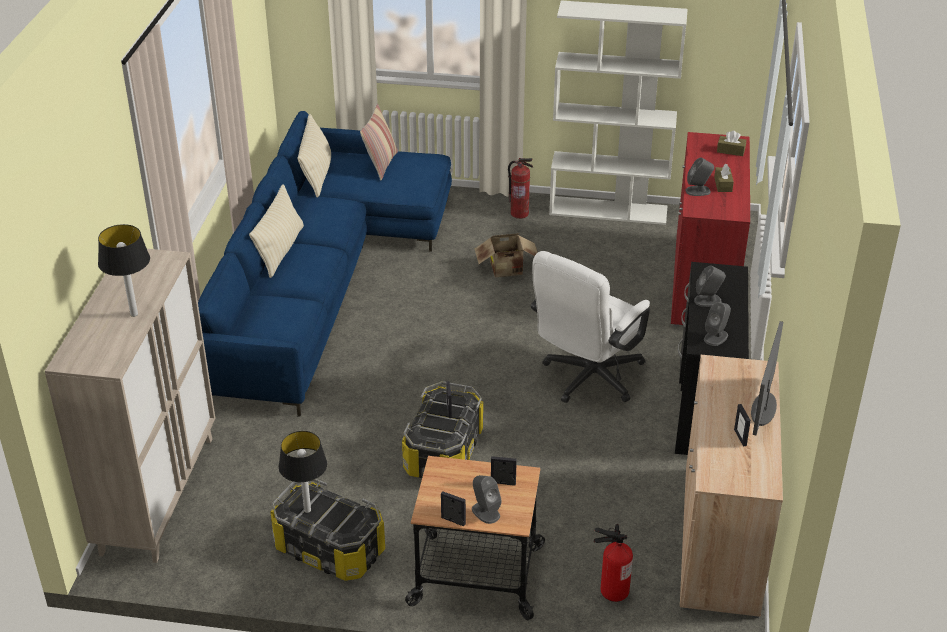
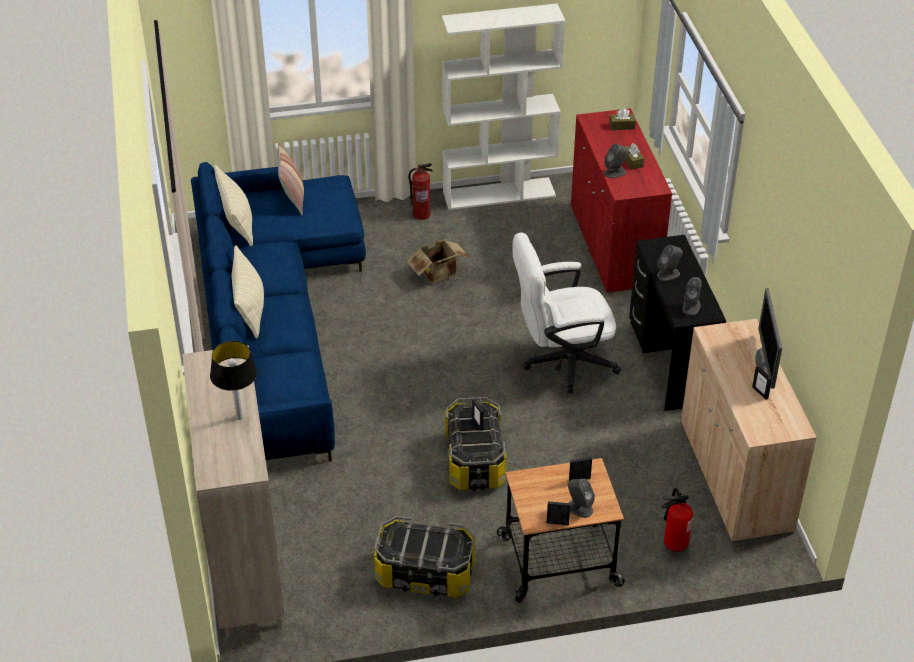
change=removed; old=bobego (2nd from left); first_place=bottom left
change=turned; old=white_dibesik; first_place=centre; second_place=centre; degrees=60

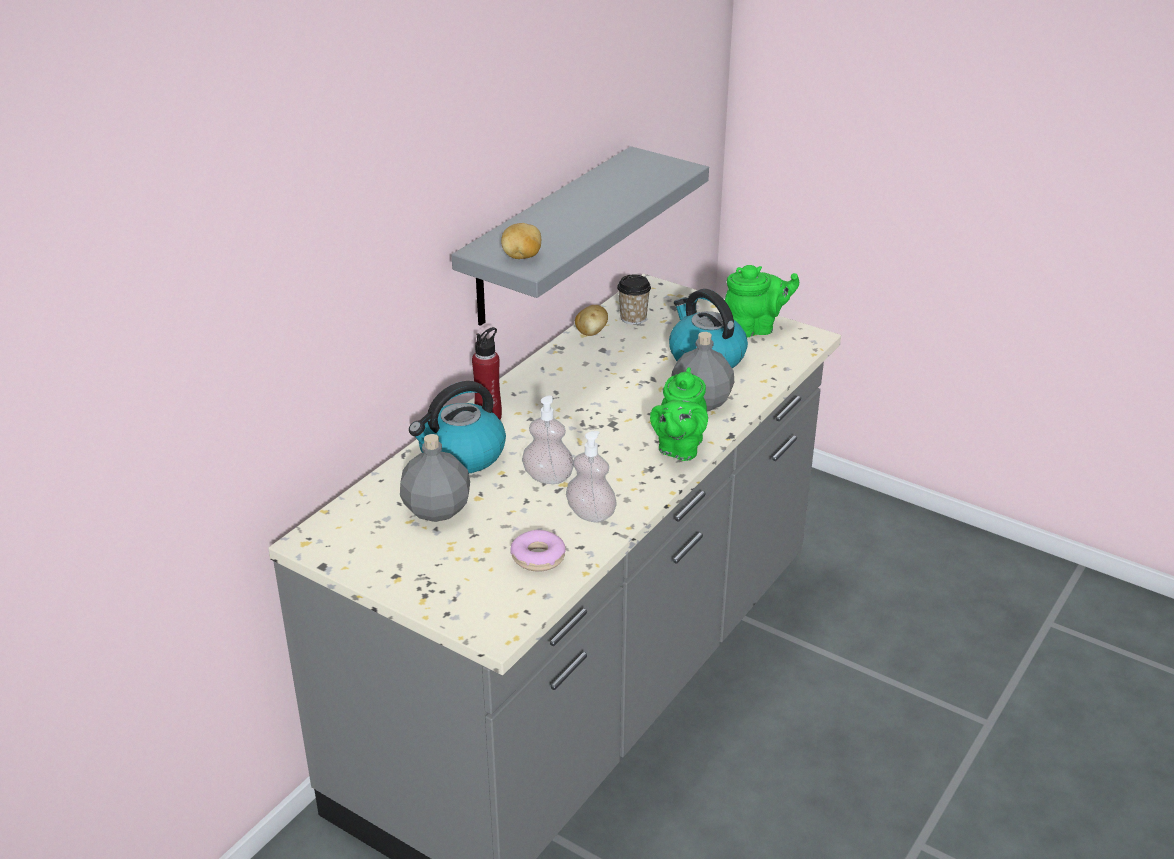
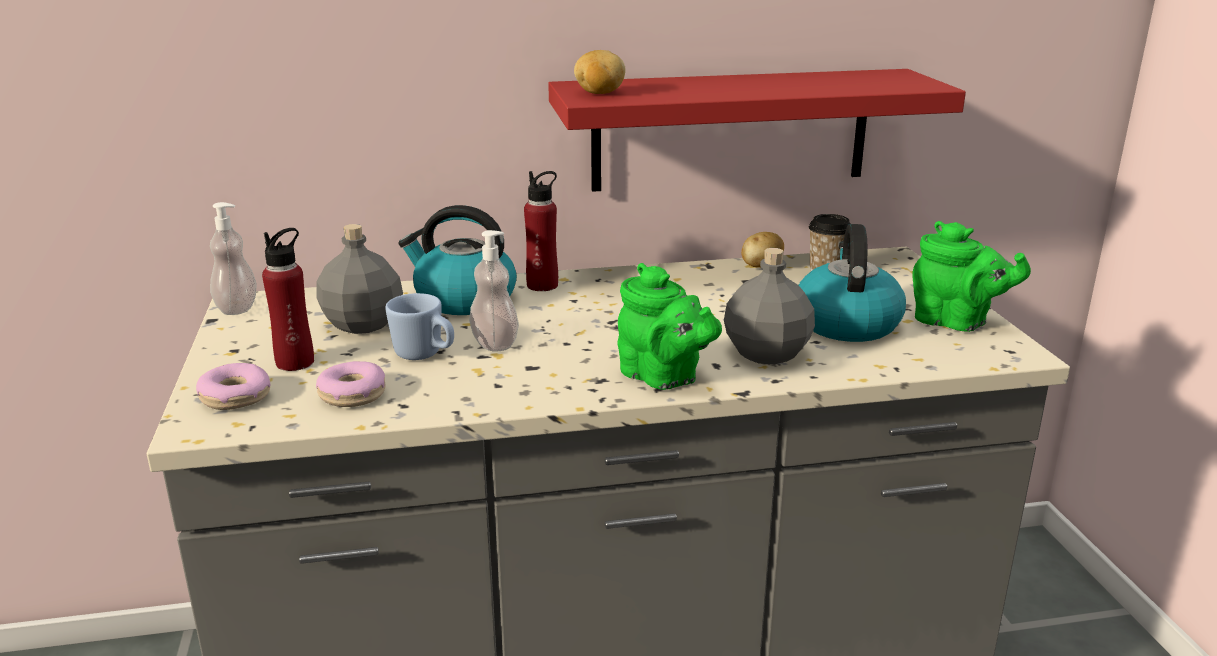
change=added; new=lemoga (1st from left); second_place=middle left
change=added; new=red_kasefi (1st from left); second_place=middle left
change=added; new=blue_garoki; second_place=centre
change=moved; old=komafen (2nd from left in the first image); new=komafen (1st from left); first_place=centre; second_place=middle left
change=recoloured; old=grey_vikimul; new=red_vikimul; first_place=top centre; second_place=top centre
change=turned; old=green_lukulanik (1st from left); first_place=centre; second_place=centre; degrees=-105

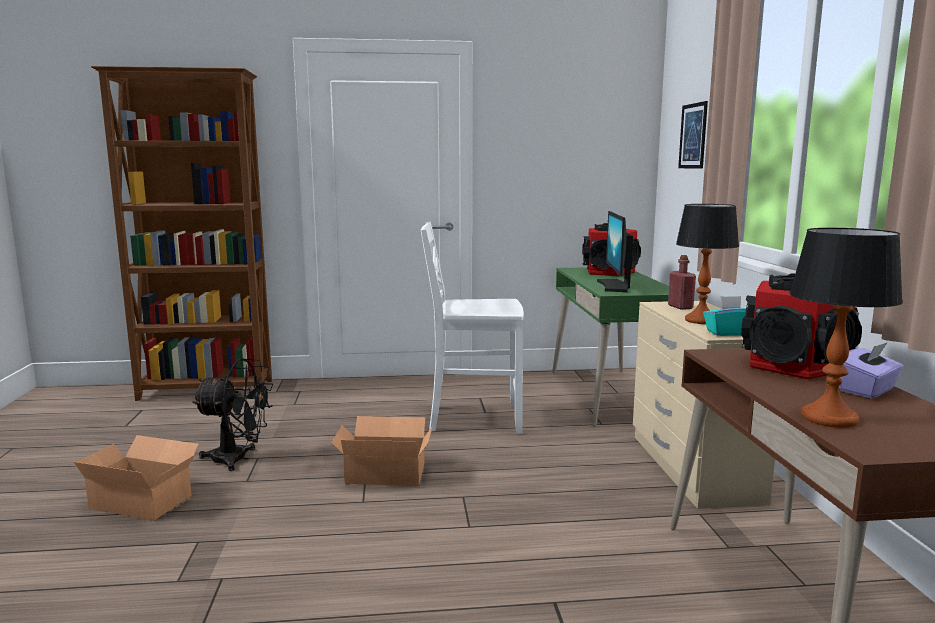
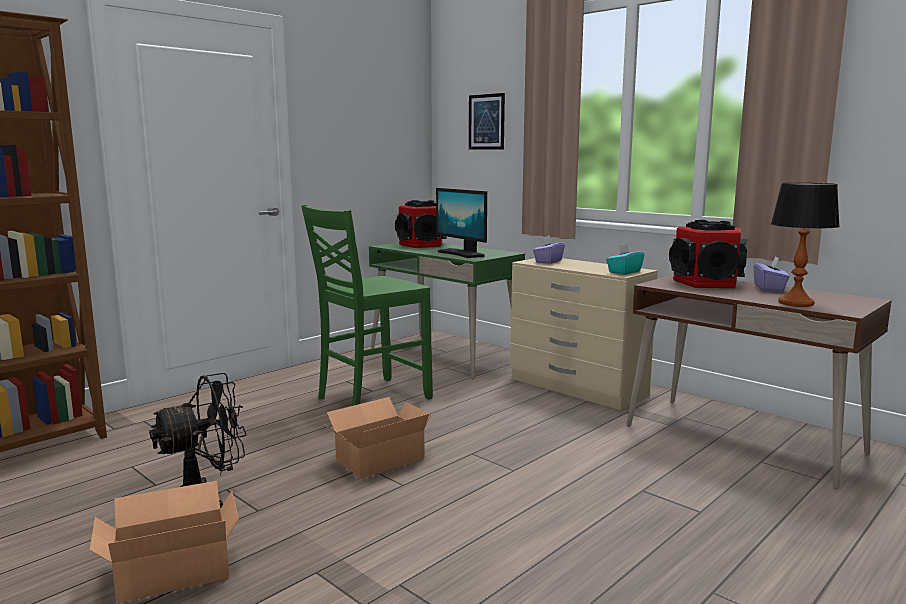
change=removed; old=bobego (1st from left); first_place=middle right
change=replaced; old=red_kasefi; new=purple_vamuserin (1st from left); first_place=middle right; second_place=centre
change=recoloured; old=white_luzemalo; new=green_luzemalo; first_place=centre; second_place=centre

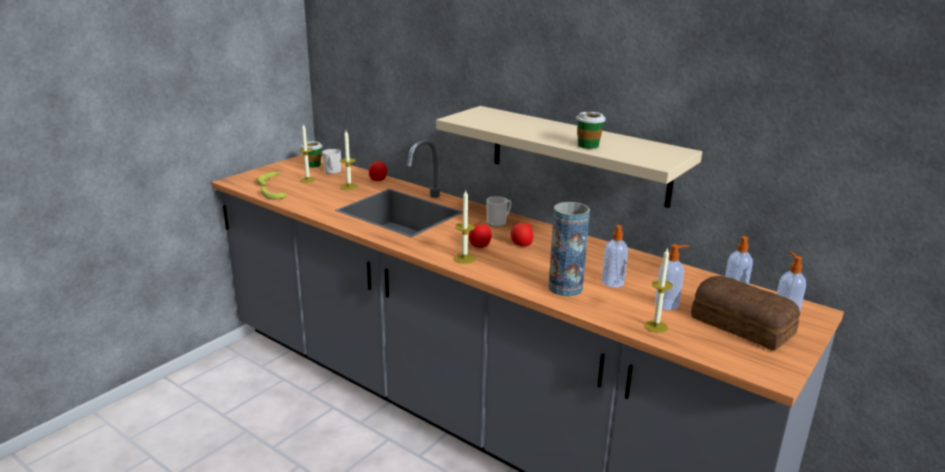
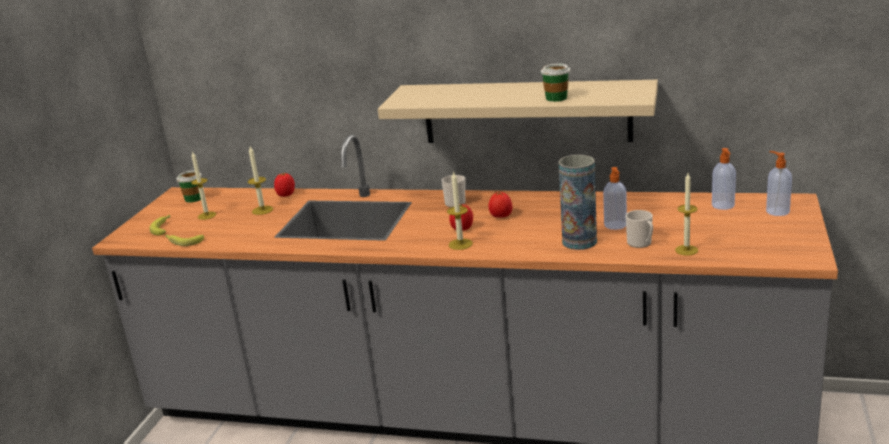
change=removed; old=komafen (2nd from left); first_place=middle right
change=removed; old=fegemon; first_place=middle right
change=moved; old=garoki (1st from left in the first image); new=garoki (2nd from left); first_place=centre; second_place=middle right

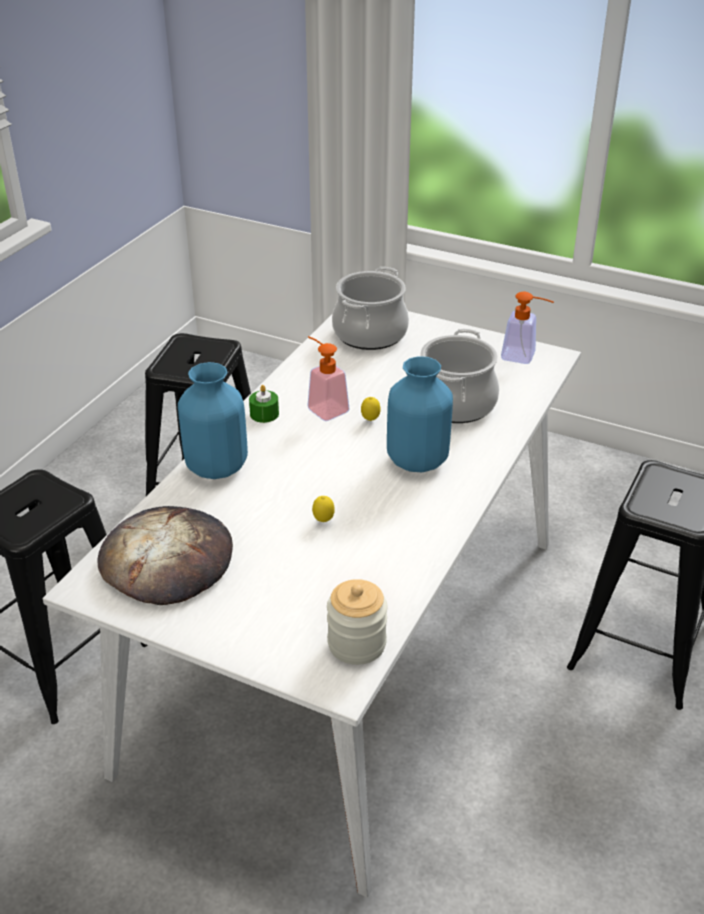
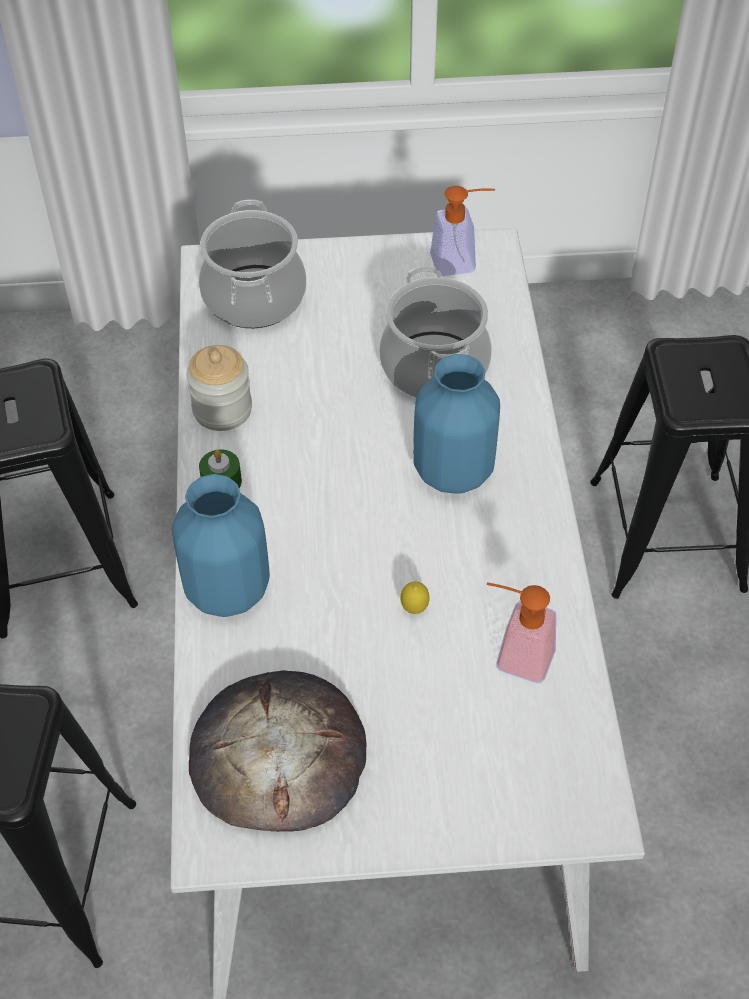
change=removed; old=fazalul (2nd from left); first_place=centre
change=moved; old=komafen (1st from left in the first image); new=komafen (2nd from left); first_place=centre; second_place=middle right
change=moved; old=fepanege; first_place=bottom centre; second_place=middle left

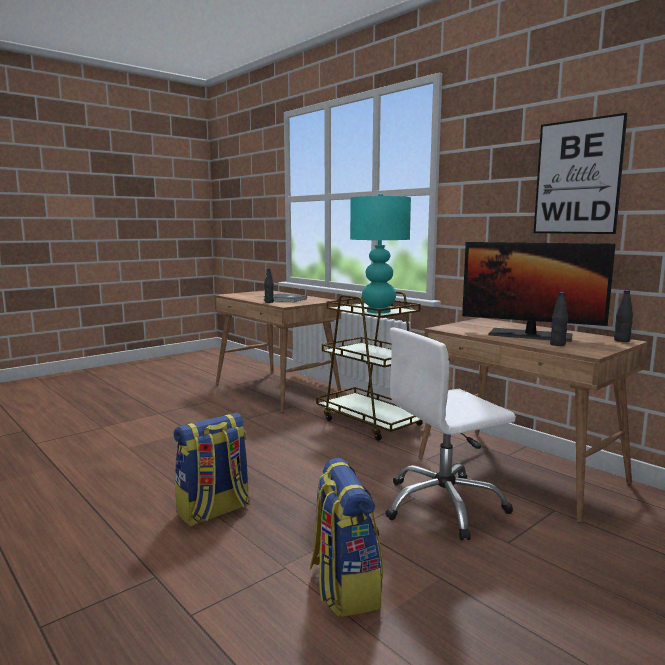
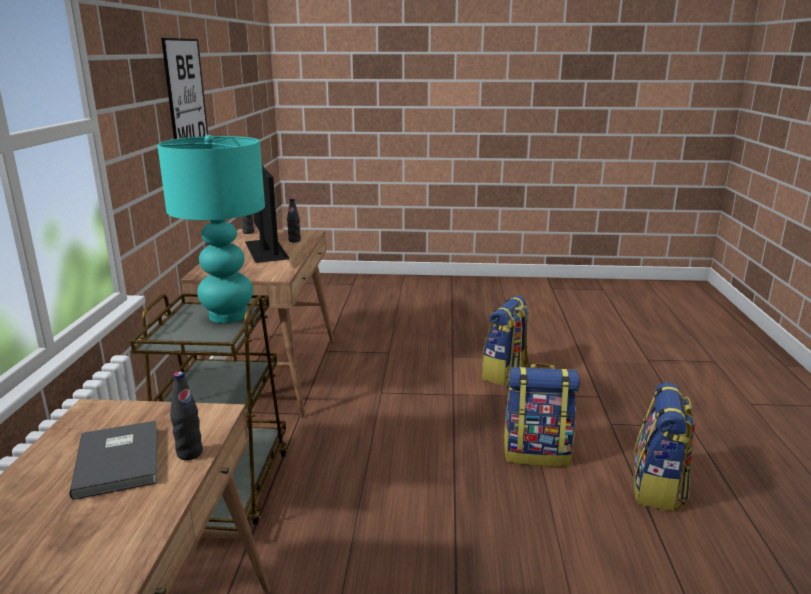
change=removed; old=white_dibesik; first_place=middle right
change=added; new=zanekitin (3rd from left); second_place=bottom right

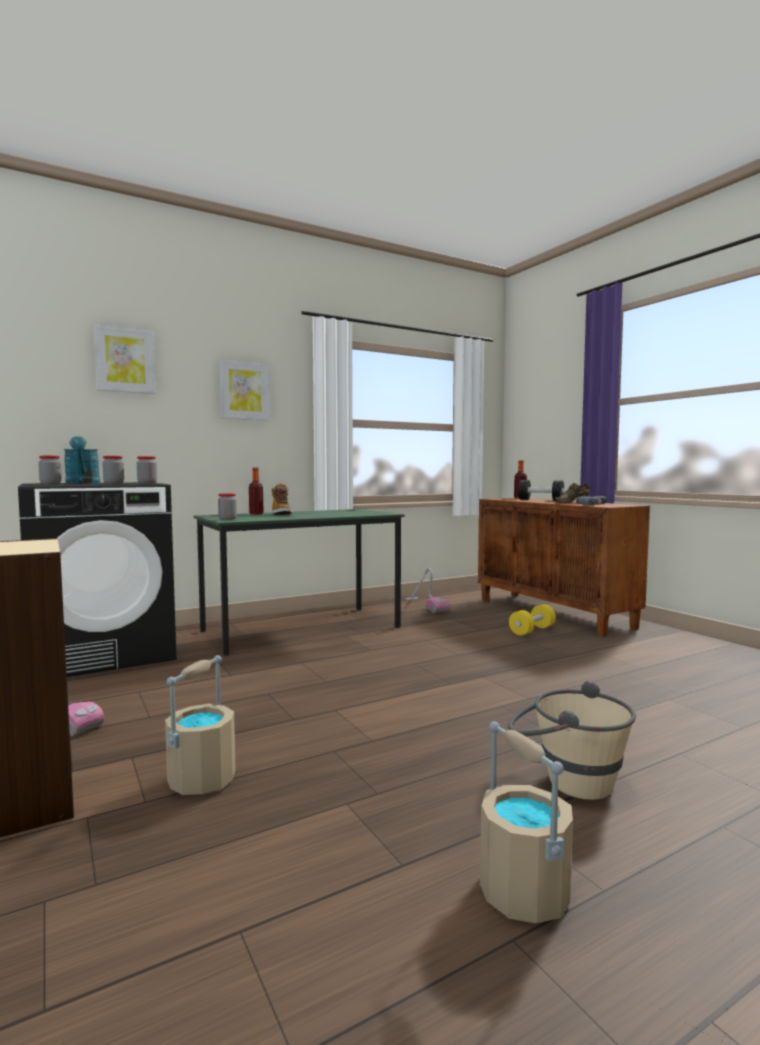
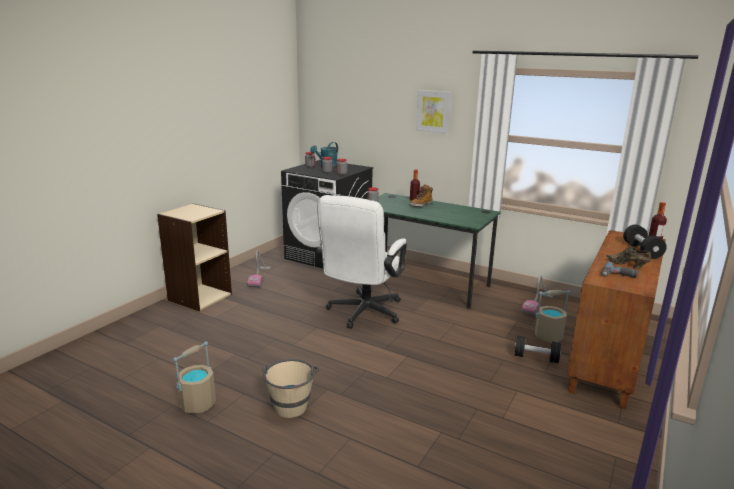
change=removed; old=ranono (1st from left); first_place=middle left
change=added; new=white_dibesik; second_place=centre
change=moved; old=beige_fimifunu (1st from left in the first image); new=beige_fimifunu (3rd from left); first_place=bottom left; second_place=middle right
change=recoloured; old=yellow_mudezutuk; new=black_mudezutuk (1st from left); first_place=middle right; second_place=bottom right

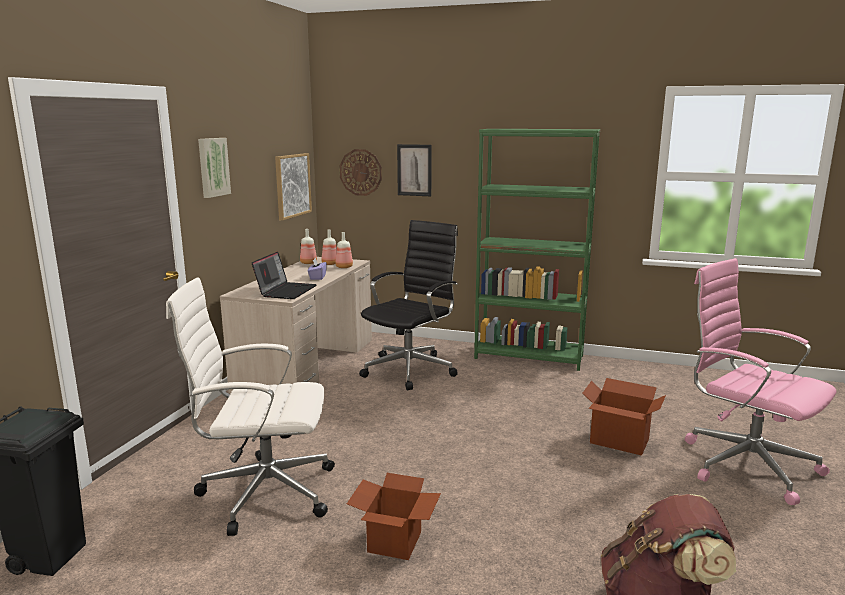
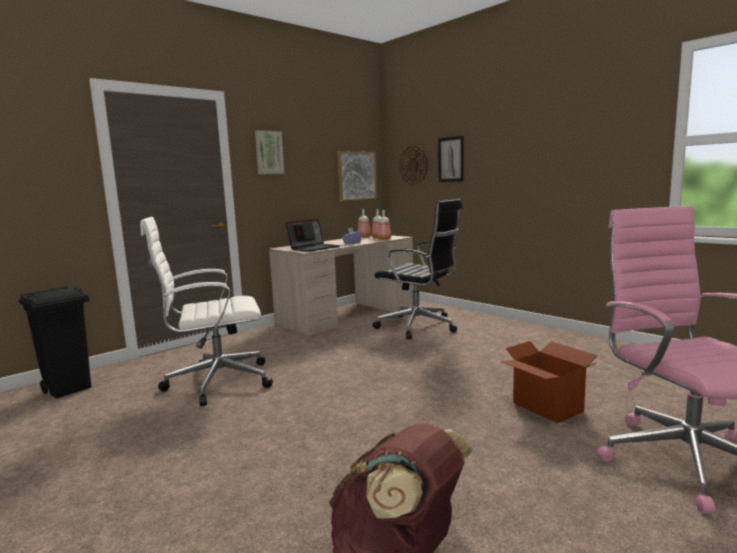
change=removed; old=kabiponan (1st from left); first_place=bottom centre
change=removed; old=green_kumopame; first_place=centre
change=turned; old=white_dibesik; first_place=bottom left; second_place=middle left; degrees=-45
change=turned; old=black_dibesik; first_place=centre; second_place=centre; degrees=60

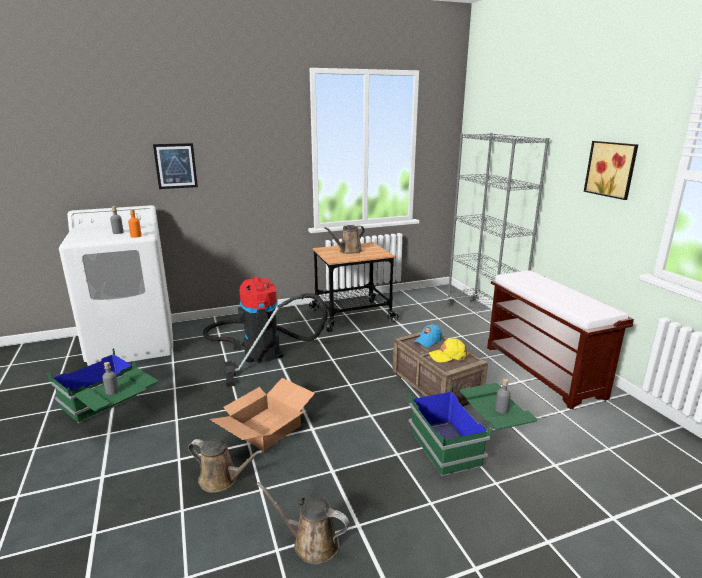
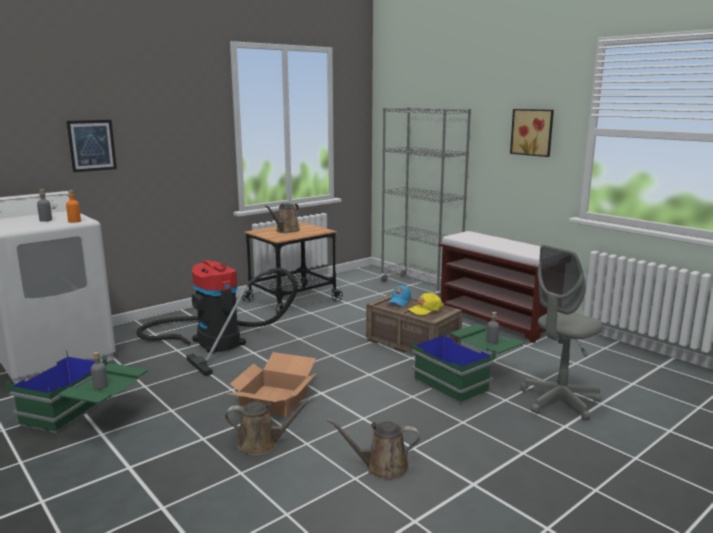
change=added; new=grey_dibesik; second_place=middle right

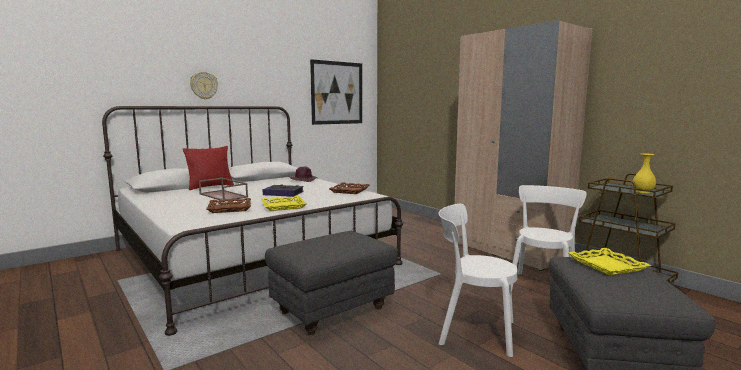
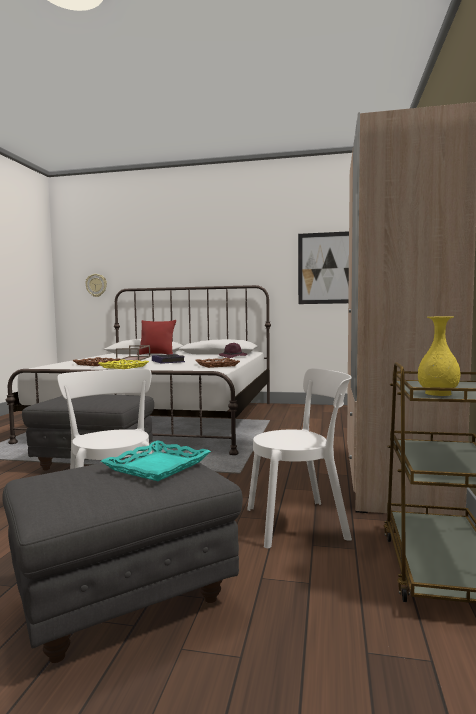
change=moved; old=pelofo; first_place=top left; second_place=middle left
change=recoloured; old=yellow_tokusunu (2nd from left); new=turquoise_tokusunu; first_place=bottom right; second_place=middle left

